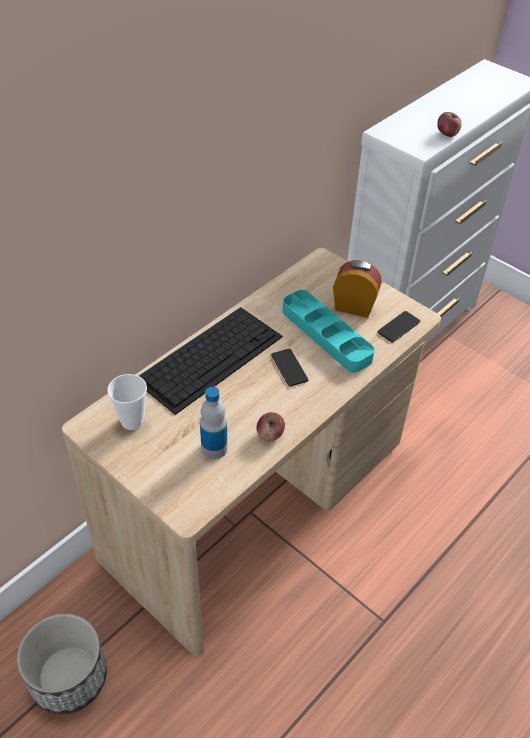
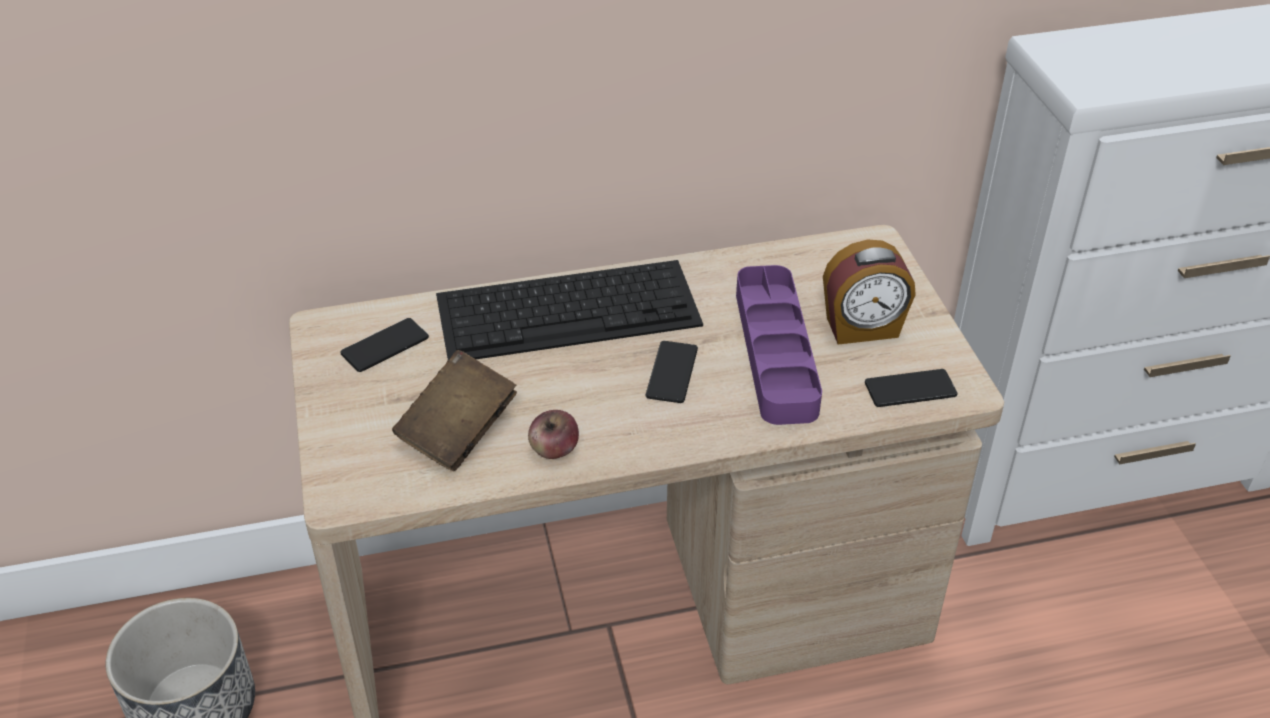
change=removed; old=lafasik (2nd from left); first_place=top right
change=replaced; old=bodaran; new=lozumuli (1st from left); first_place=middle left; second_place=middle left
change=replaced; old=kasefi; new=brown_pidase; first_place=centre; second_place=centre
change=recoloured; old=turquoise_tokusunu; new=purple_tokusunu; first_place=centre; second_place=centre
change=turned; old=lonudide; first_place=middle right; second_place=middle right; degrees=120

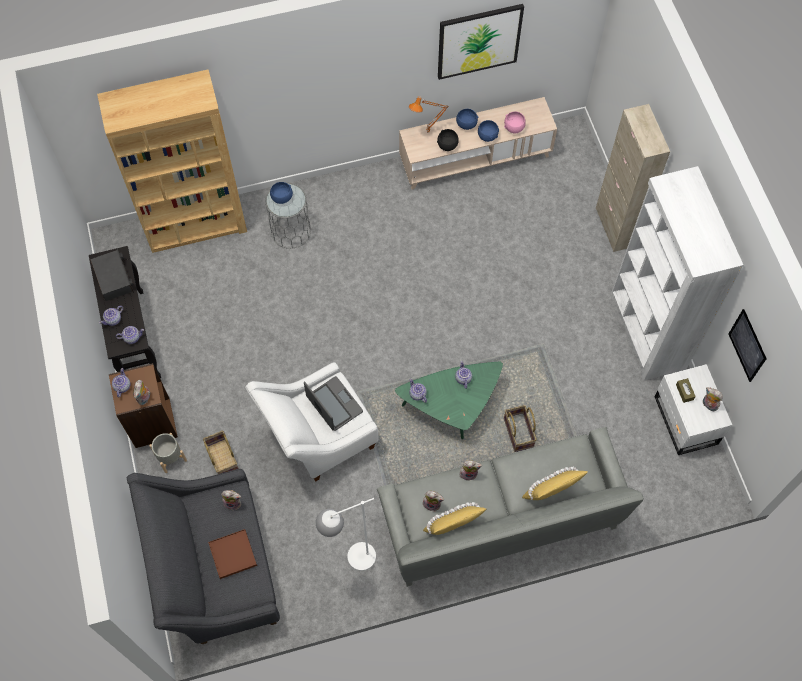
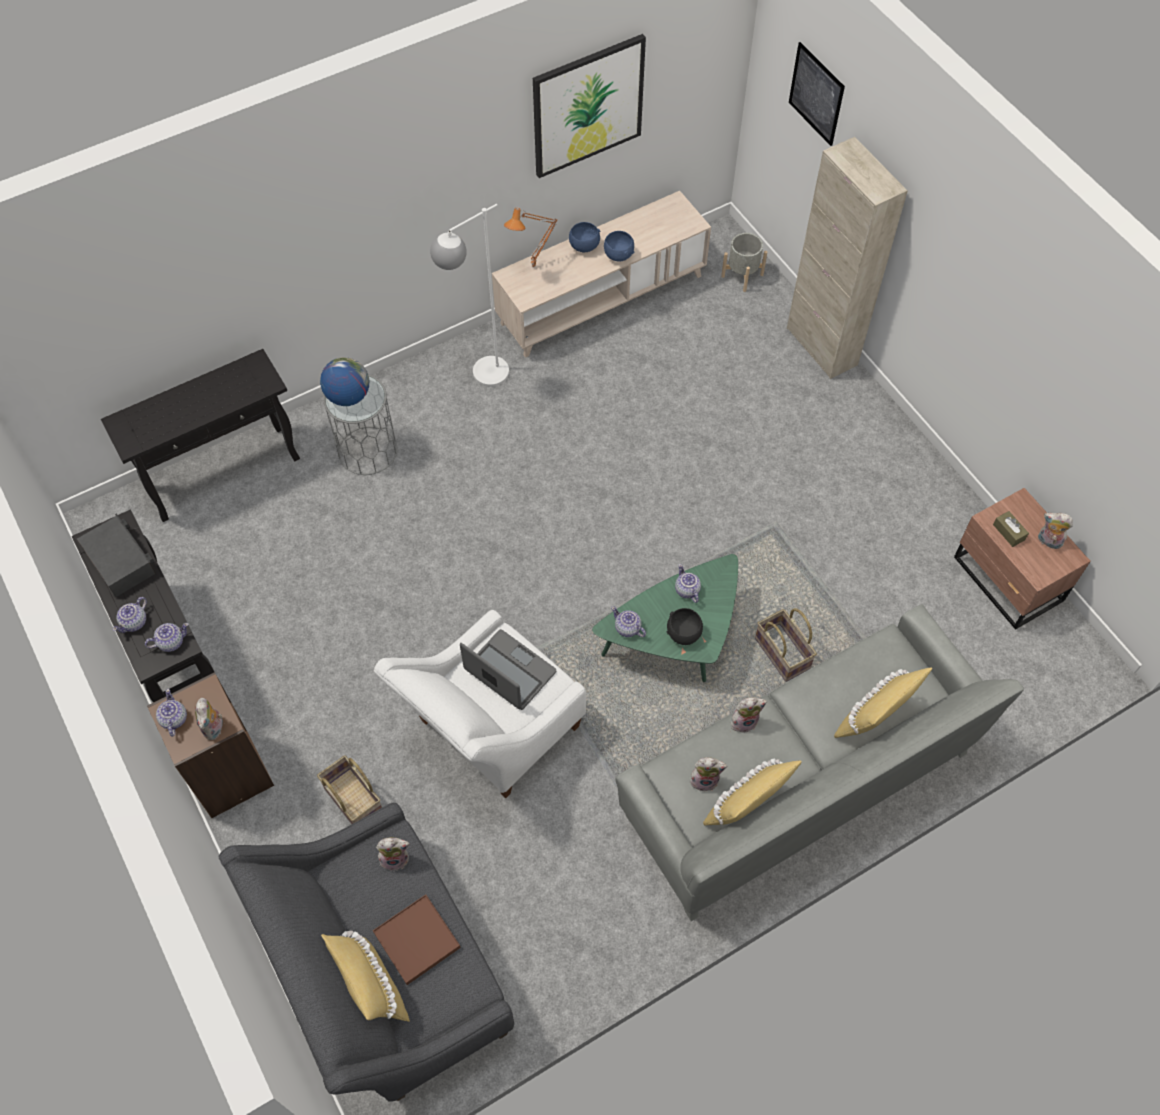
change=removed; old=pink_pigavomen; first_place=top centre
change=removed; old=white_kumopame; first_place=middle right
change=added; new=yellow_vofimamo (1st from left); second_place=bottom left
change=moved; old=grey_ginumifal; first_place=middle left; second_place=top centre
change=moved; old=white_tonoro; first_place=bottom centre; second_place=top centre
change=moved; old=black_pigavomen; first_place=top centre; second_place=centre
change=moved; old=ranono (2nd from left); first_place=middle right; second_place=top right
change=replaced; old=brown_kumopame (2nd from left); new=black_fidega (2nd from left); first_place=top left; second_place=middle left
change=replaced; old=blue_pigavomen (1st from left); new=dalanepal; first_place=top centre; second_place=middle left
change=recoloured; old=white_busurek; new=brown_busurek; first_place=middle right; second_place=middle right

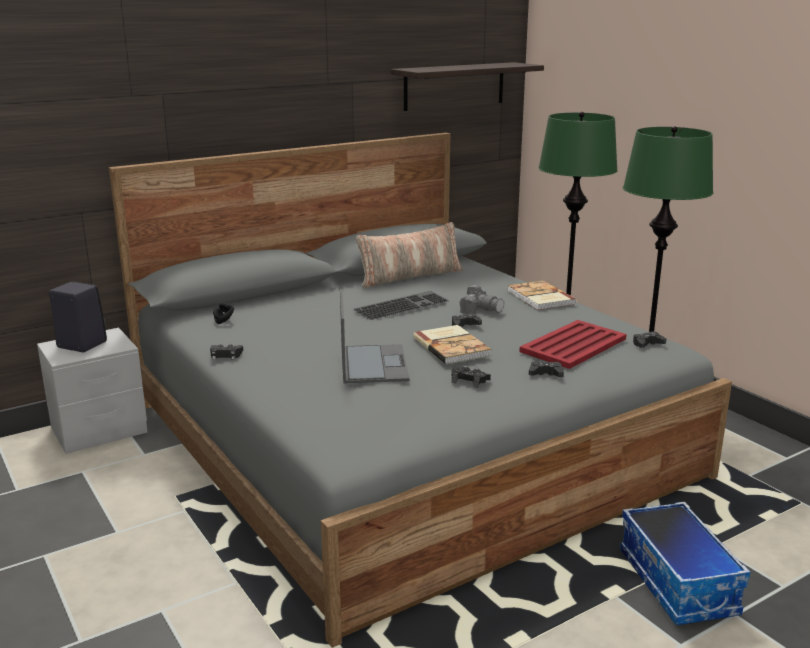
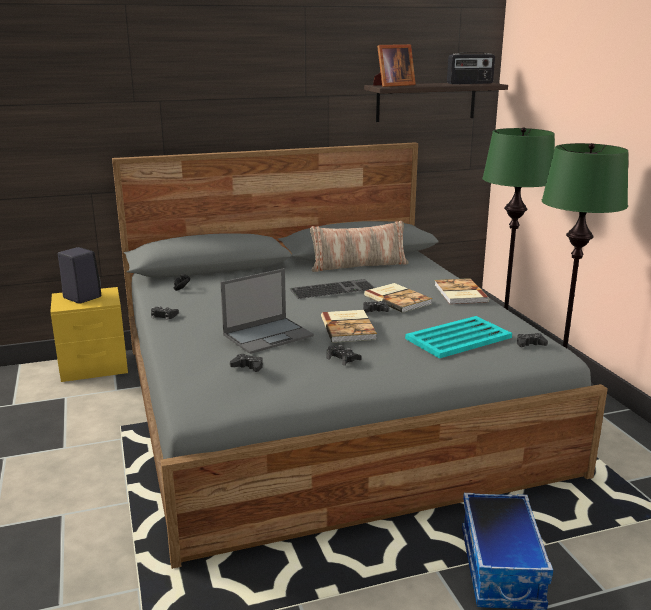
change=added; new=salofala; second_place=top centre
change=added; new=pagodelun; second_place=top right
change=moved; old=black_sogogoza (4th from left in the first image); new=black_sogogoza (2nd from left); first_place=middle right; second_place=centre
change=replaced; old=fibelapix; new=pidase (2nd from left); first_place=centre; second_place=centre
change=recoloured; old=grey_busurek; new=yellow_busurek; first_place=middle left; second_place=middle left
change=recoloured; old=red_tokusunu; new=turquoise_tokusunu; first_place=middle right; second_place=middle right
change=turned; old=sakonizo; first_place=centre; second_place=centre; degrees=45

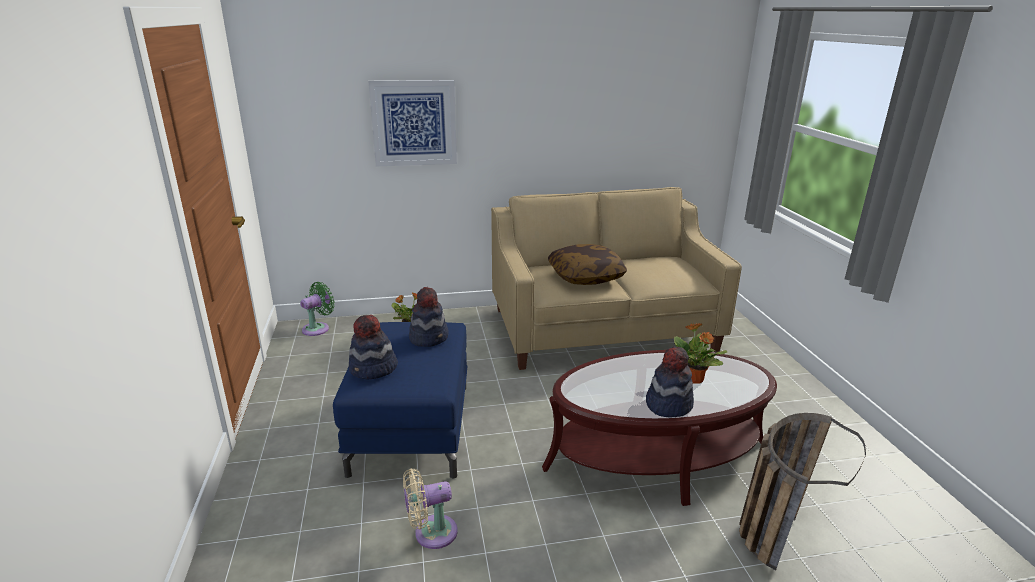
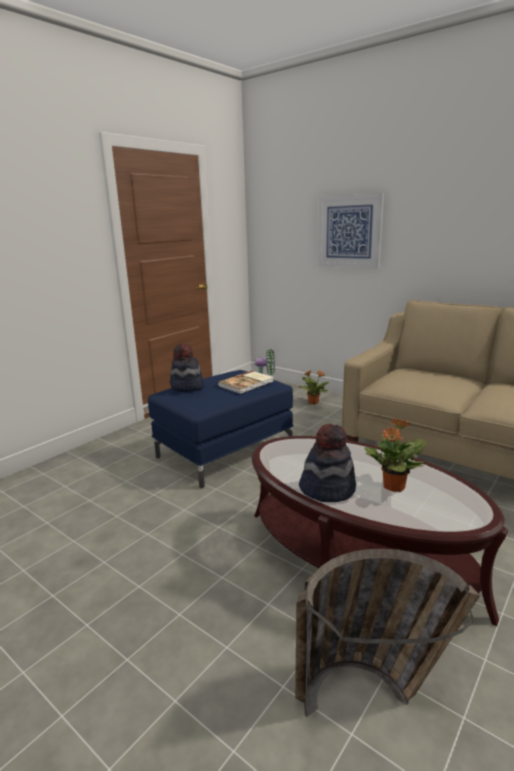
change=removed; old=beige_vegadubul; first_place=bottom centre
change=removed; old=vofimamo; first_place=centre
change=replaced; old=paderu (2nd from left); new=pidase; first_place=centre; second_place=centre

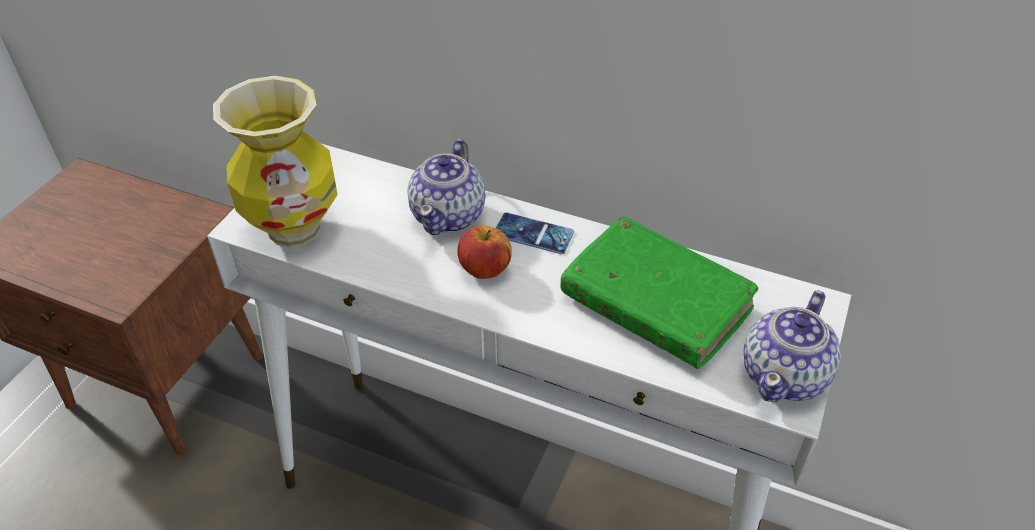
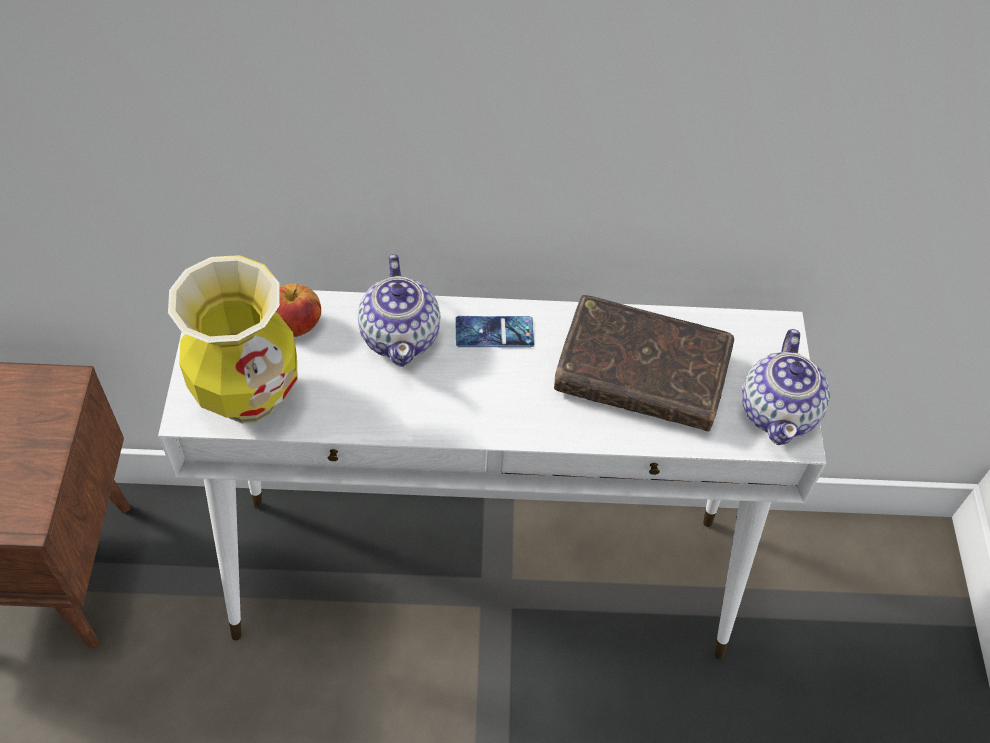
change=moved; old=lafasik; first_place=centre; second_place=middle left
change=recoloured; old=green_pidase; new=brown_pidase; first_place=centre; second_place=centre

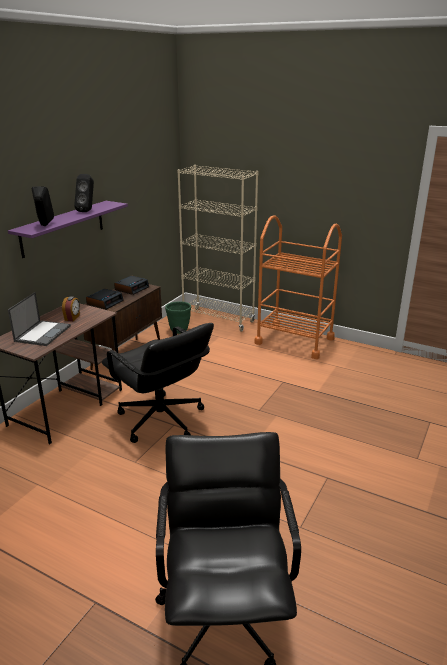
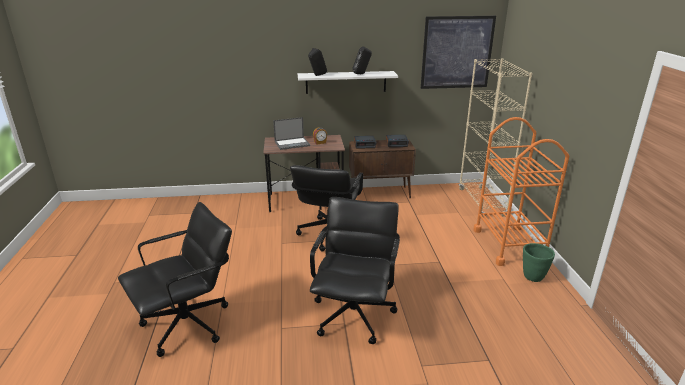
change=added; new=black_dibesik (3rd from left); second_place=bottom centre
change=added; new=ranono; second_place=top right
change=moved; old=green_ginumifal; first_place=centre; second_place=bottom right
change=recoloured; old=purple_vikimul; new=white_vikimul; first_place=middle left; second_place=top centre

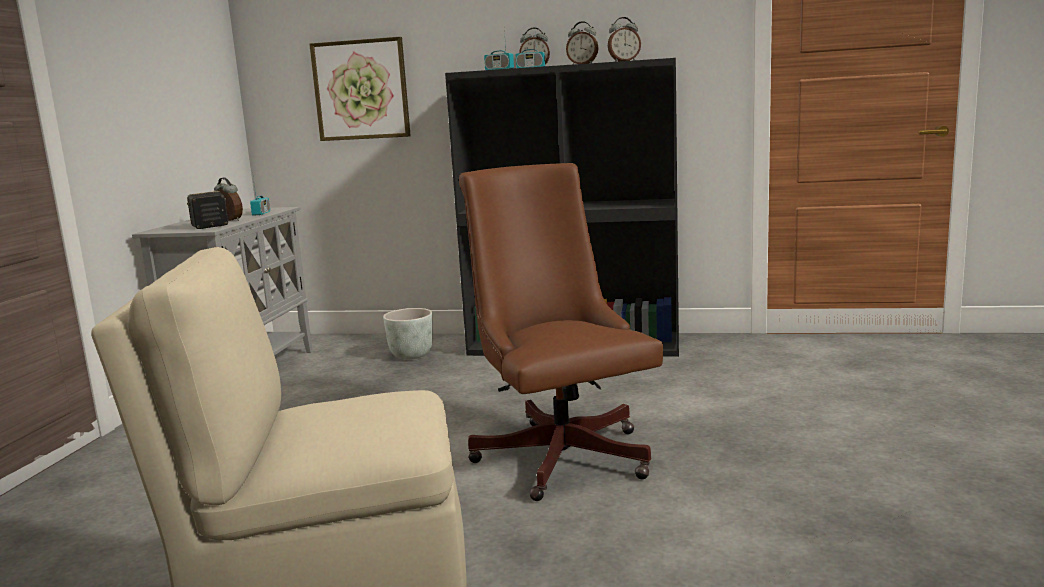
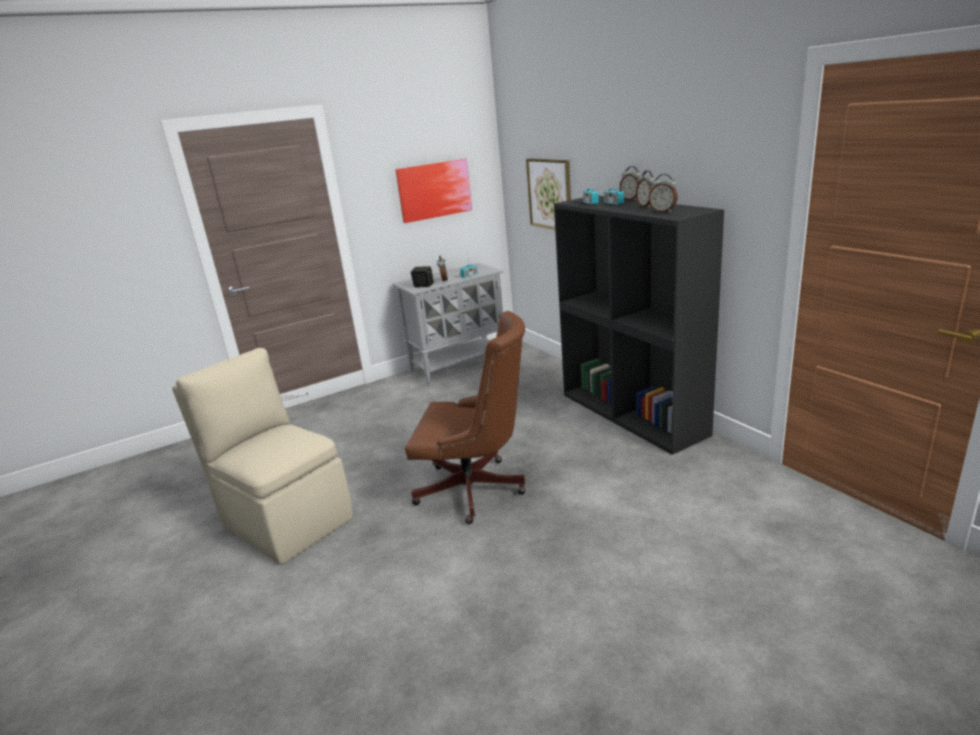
change=removed; old=grey_ginumifal; first_place=centre
change=added; new=ranono (1st from left); second_place=top centre
change=turned; old=brown_dibesik; first_place=centre; second_place=centre; degrees=75

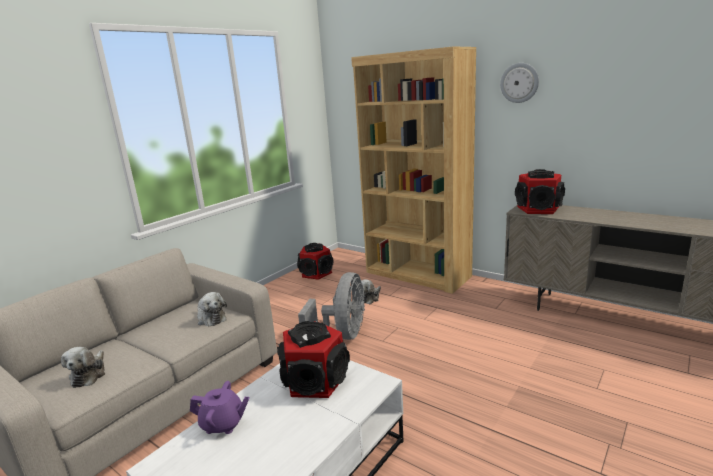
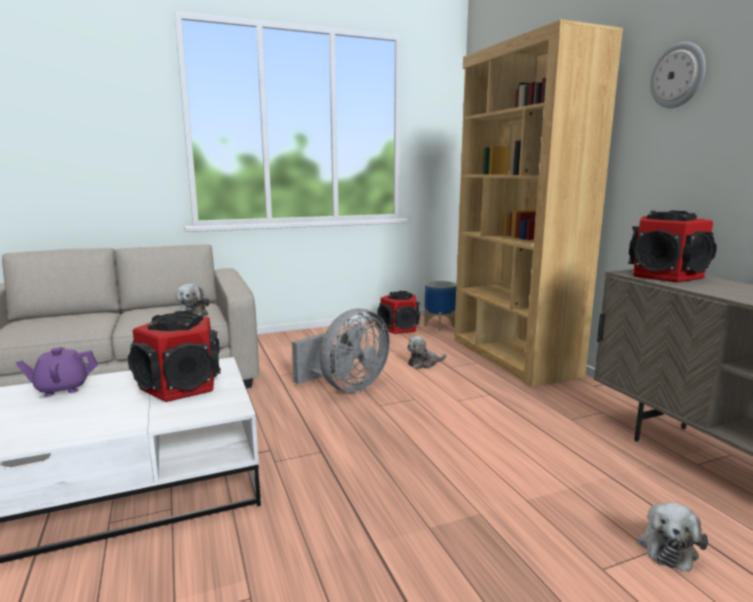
change=added; new=ginumifal; second_place=centre
change=moved; old=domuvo (1st from left in the first image); new=domuvo (3rd from left); first_place=bottom left; second_place=bottom right
change=turned; old=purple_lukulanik; first_place=bottom left; second_place=middle left; degrees=120

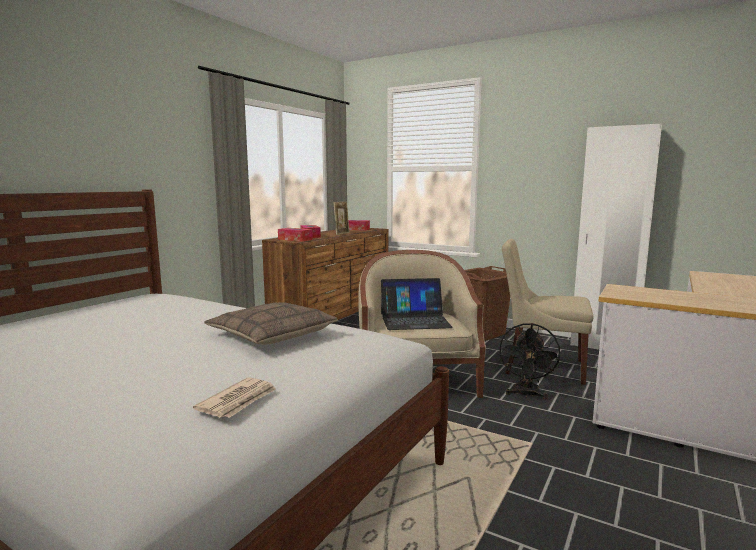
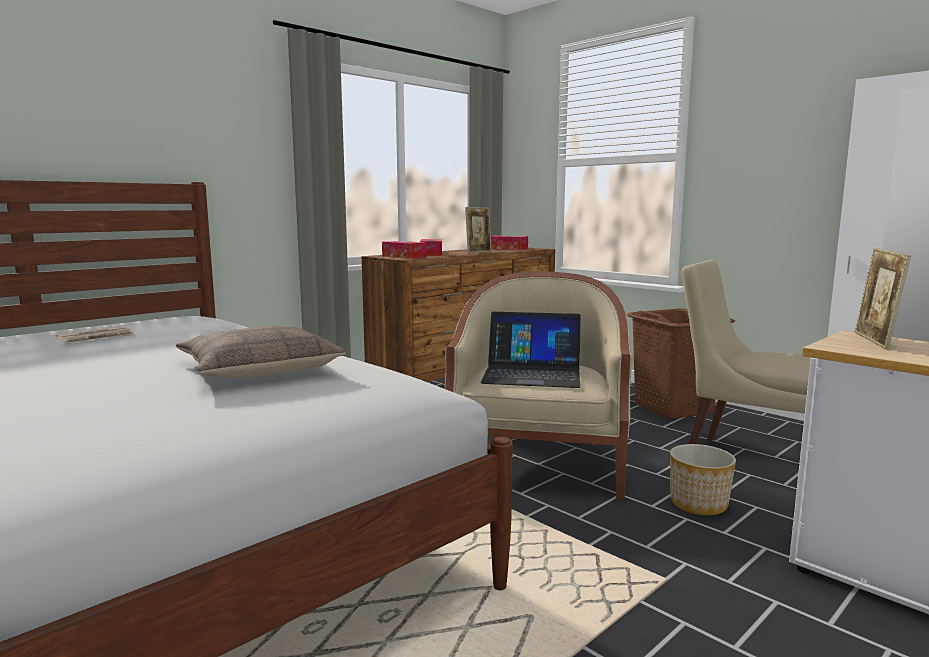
change=added; new=salofala (2nd from left); second_place=middle right
change=moved; old=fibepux; first_place=bottom left; second_place=middle left
change=replaced; old=black_vegadubul; new=ginumifal; first_place=middle right; second_place=bottom right

